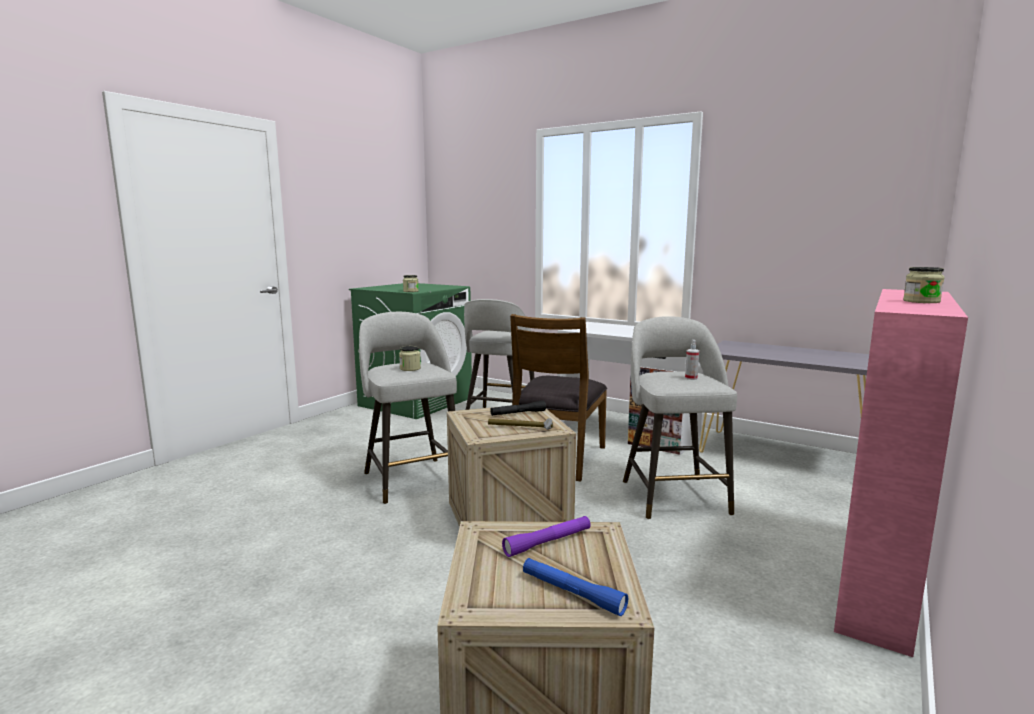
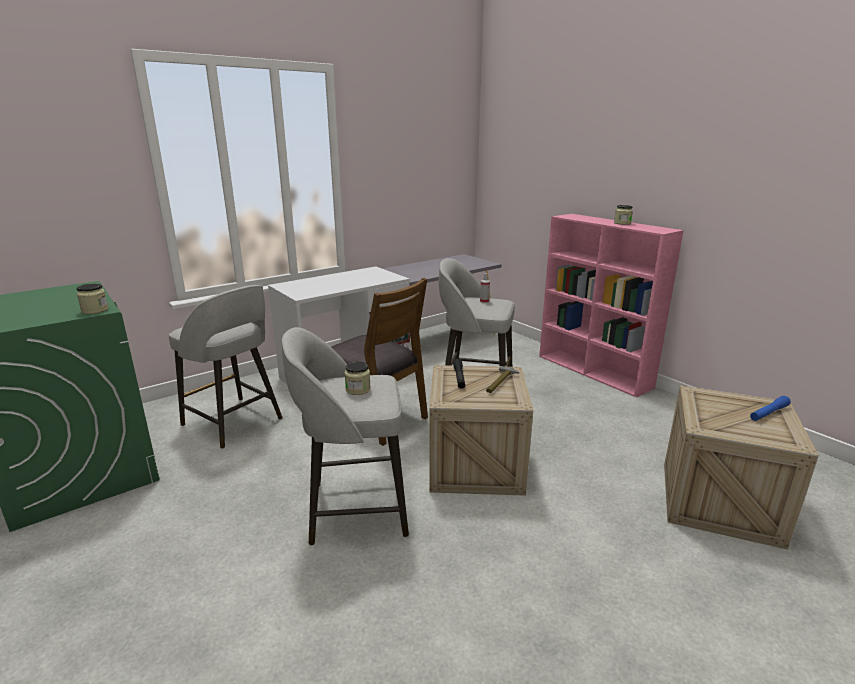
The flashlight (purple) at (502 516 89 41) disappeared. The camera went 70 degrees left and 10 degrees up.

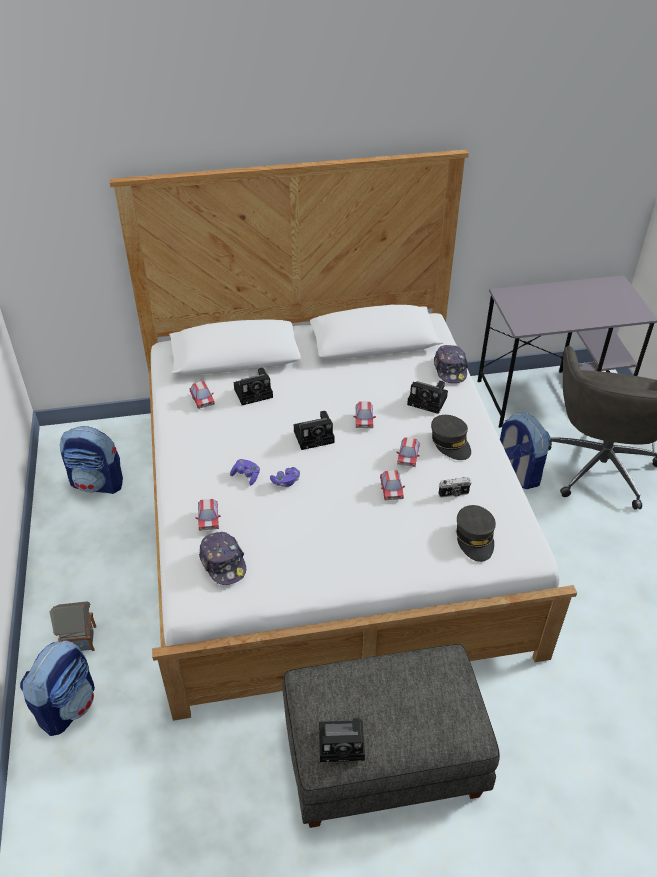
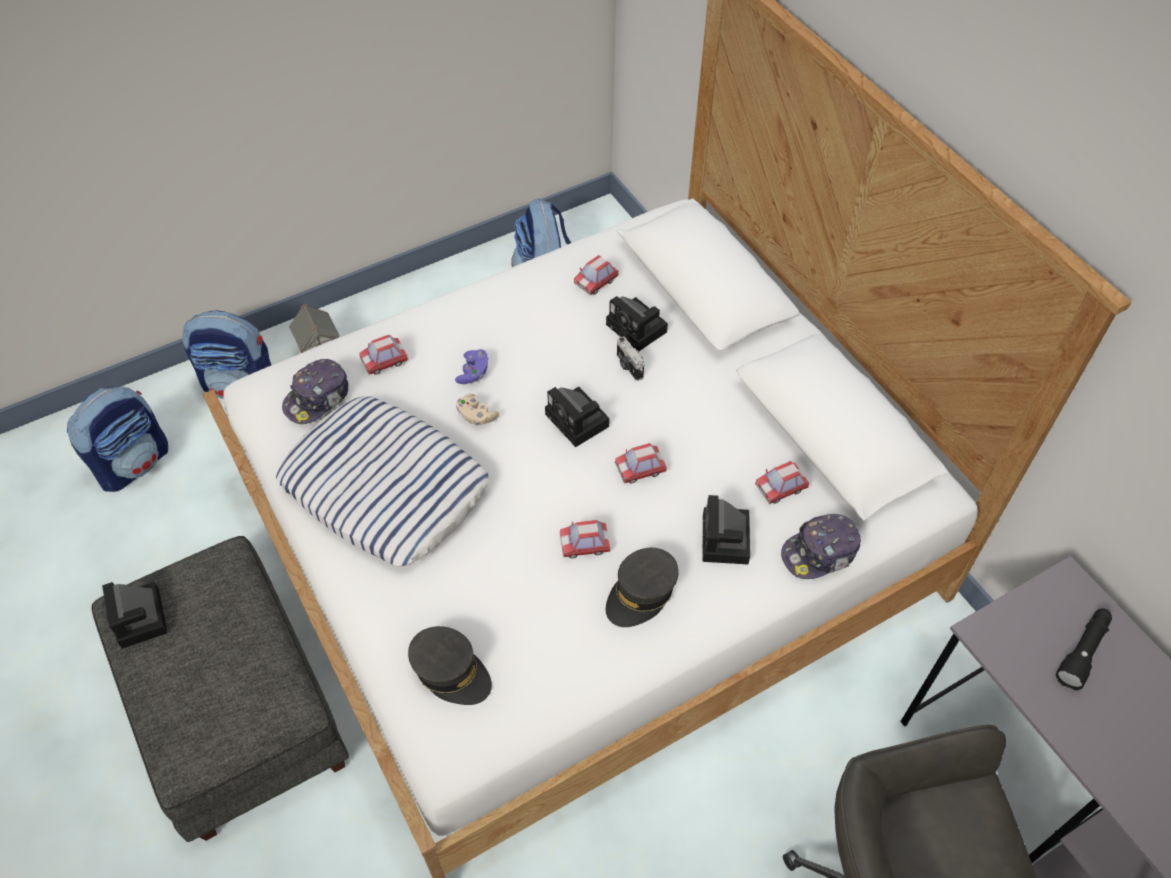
The backpack moved from (500 412 51 77) to (67 386 101 106). The pillow at (276 396 213 170) appeared. The cap (grey) at (456 505 40 57) turned 120 degrees counterclockwise. The game controller (purple) at (270 467 30 20) became the game controller (beige) at (456 394 43 31). The photo camera moved from (438 477 33 20) to (617 336 27 45). The toy car moved from (380 470 25 30) to (755 461 54 43). The flashlight (black) at (1056 608 56 82) appeared. The camera went 70 degrees right and 10 degrees up.

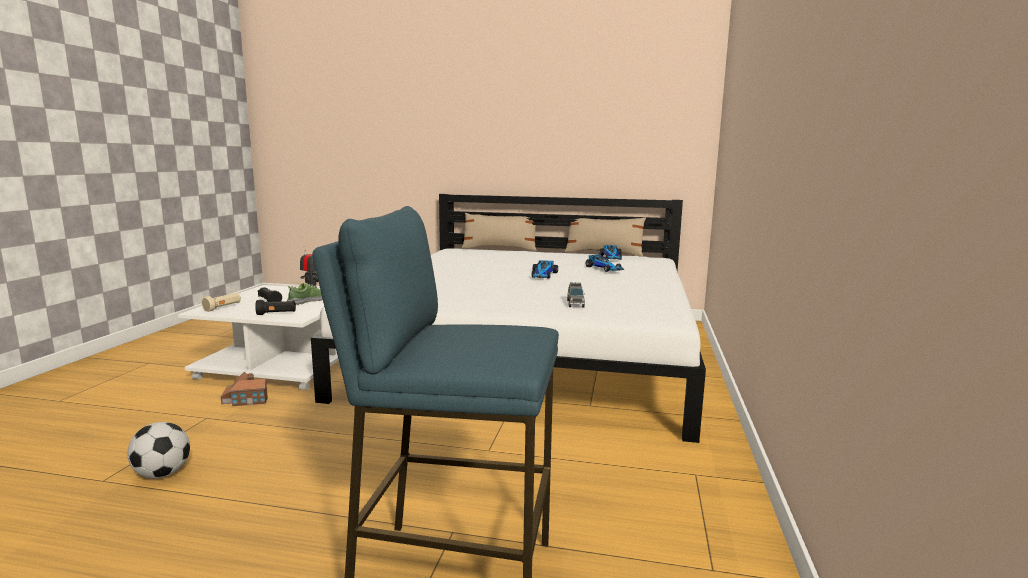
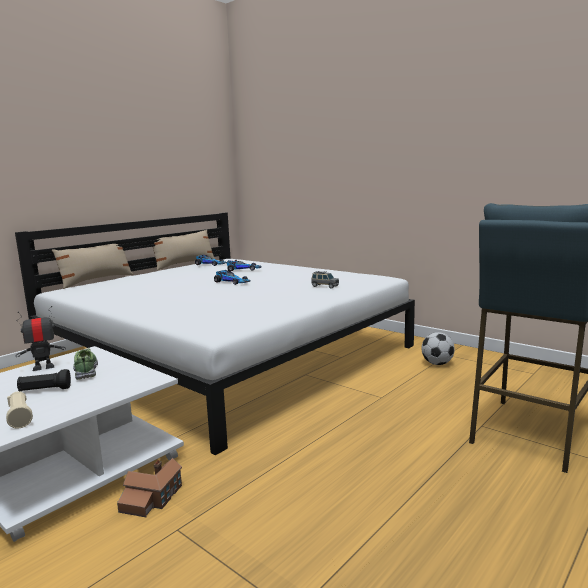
The football moved from (127 422 63 57) to (422 332 33 33). The flashlight (black) at (255 300 41 15) disappeared. The camera went 60 degrees left and 0 degrees up.

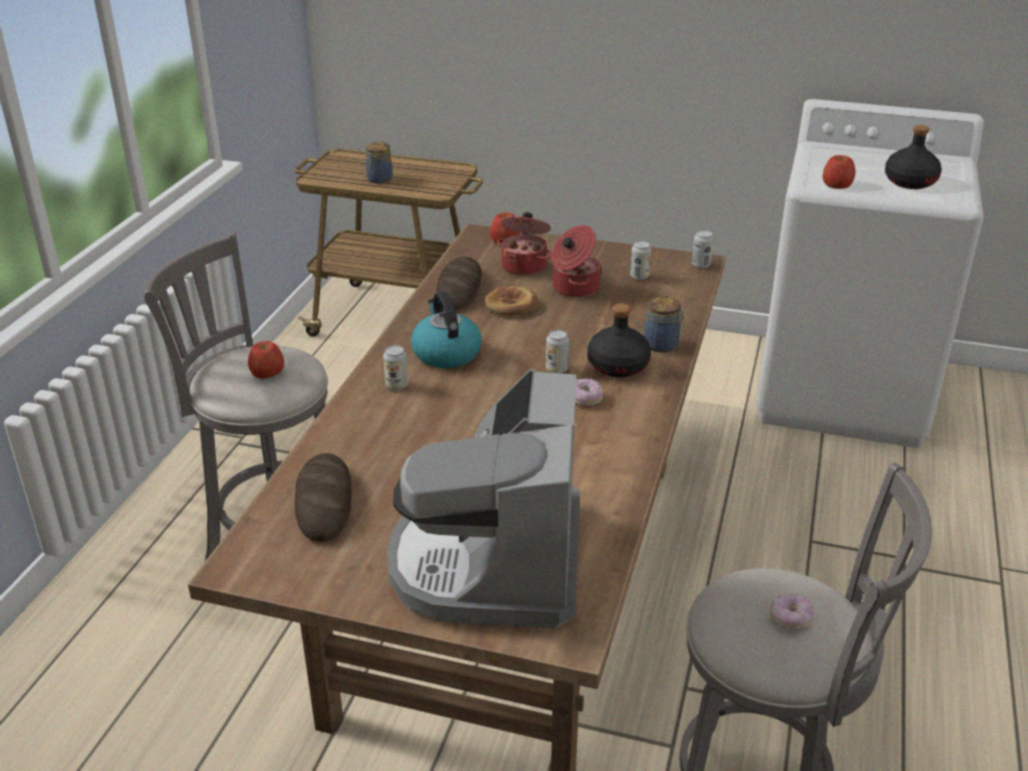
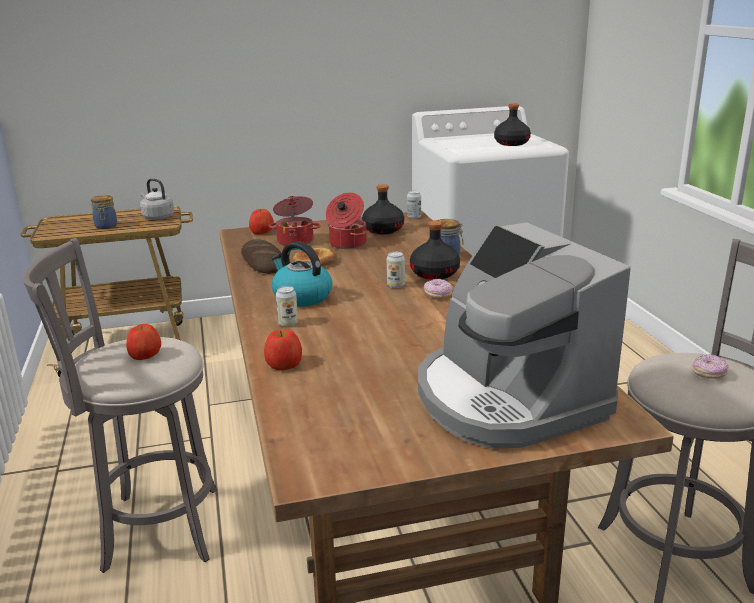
The kettle (grey) at (140 178 34 42) appeared. The apple moved from (823 155 33 34) to (264 329 38 41). The can at (630 241 21 39) was replaced by the bottle (black) at (362 184 42 50). The bread at (295 453 57 89) disappeared. The camera went 30 degrees left and 10 degrees down.

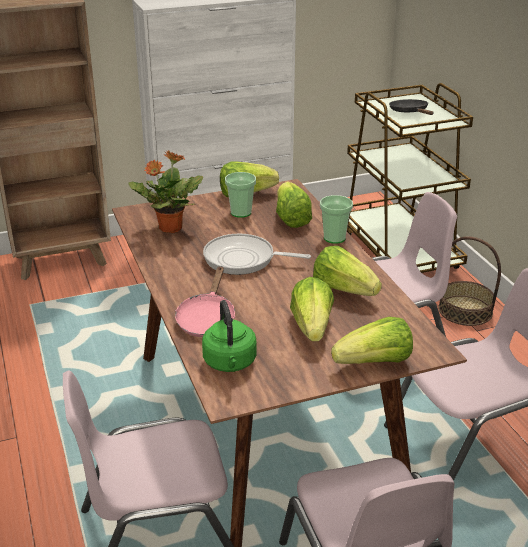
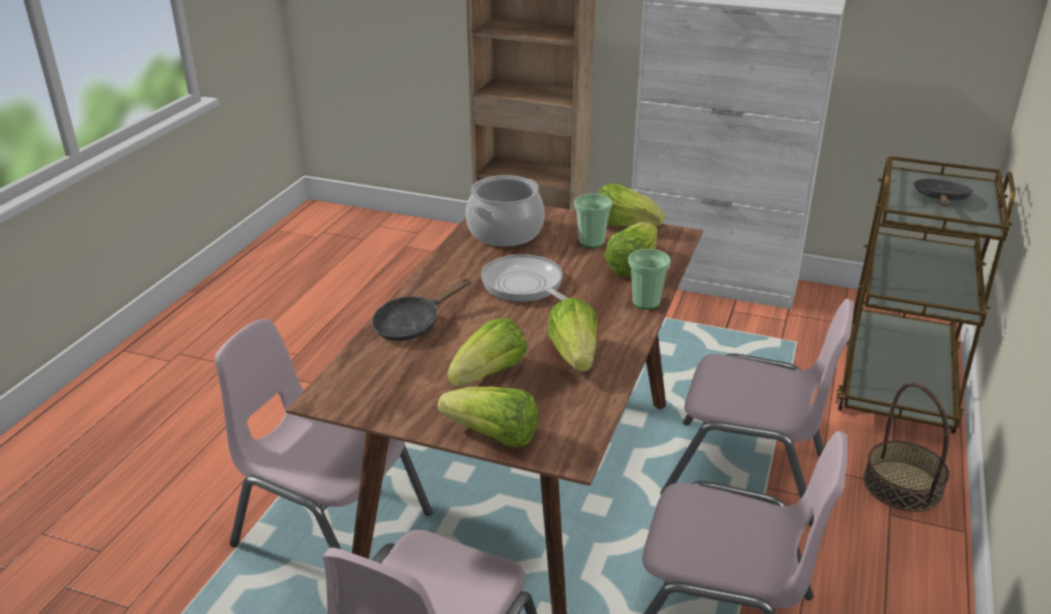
The frying pan (pink) at (175 266 61 71) became the frying pan (black) at (372 278 99 63). The potted plant at (128 150 75 83) was replaced by the cooking pot at (466 175 79 71). The kettle (green) at (202 300 55 72) disappeared. The camera went 40 degrees right and 0 degrees up.

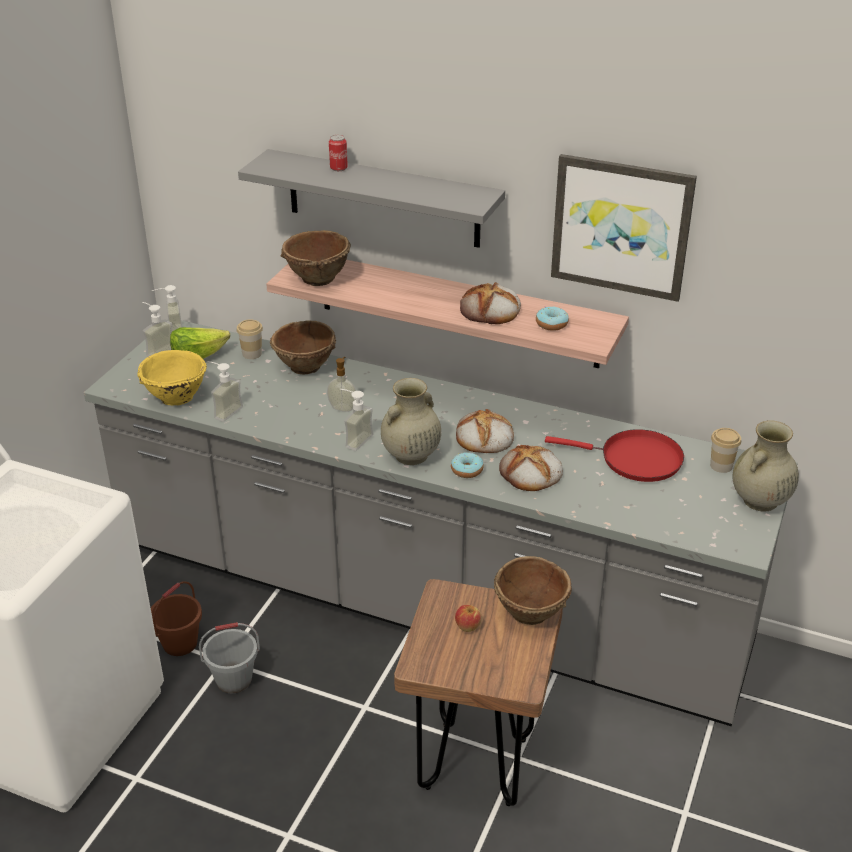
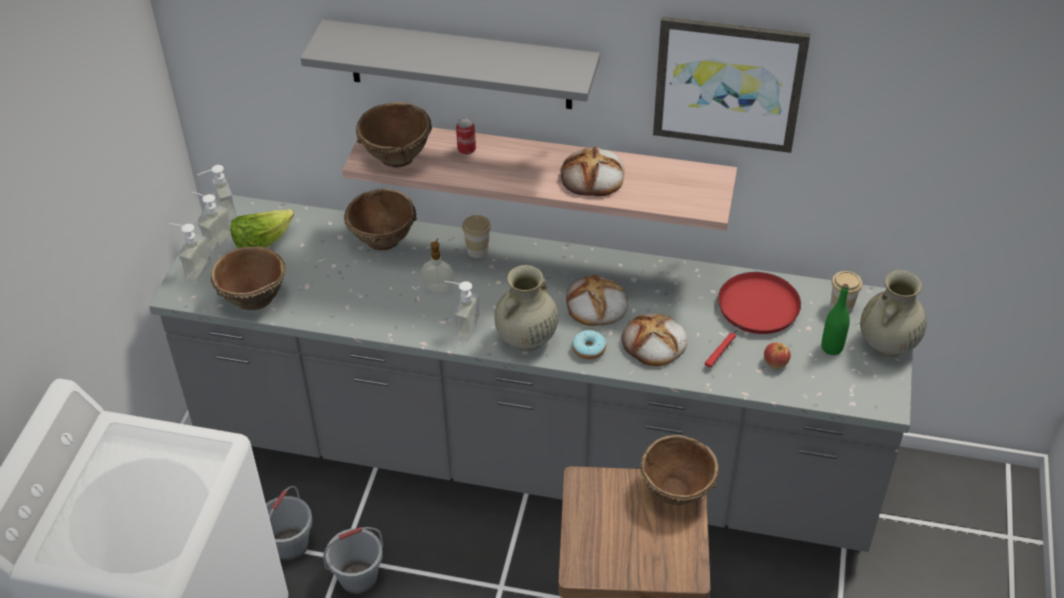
The soap dispenser moved from (207 361 36 61) to (169 223 43 59). The bowl (yellow) at (137 350 70 56) became the bowl (brown) at (211 246 75 64). The bucket (brown) at (151 581 51 75) became the bucket (grey) at (266 486 47 75). The can moved from (329 135 19 36) to (456 118 20 37). The cup moved from (237 319 26 40) to (462 215 29 43). The frying pan (red) at (545 429 139 53) turned 60 degrees counterclockwise. The apple moved from (455 605 27 27) to (764 342 27 27). The bottle (green) at (821 284 29 71) appeared. The donut at (536 306 33 25) disappeared. The camera went 10 degrees left and 10 degrees up.

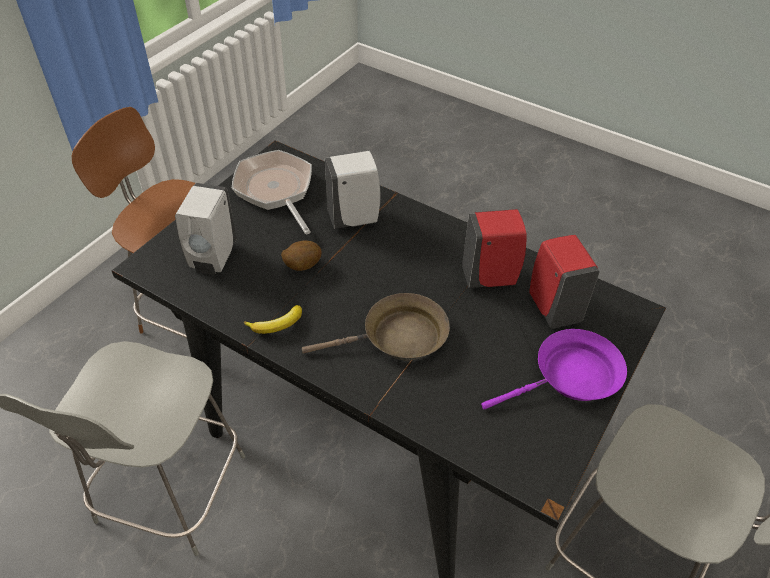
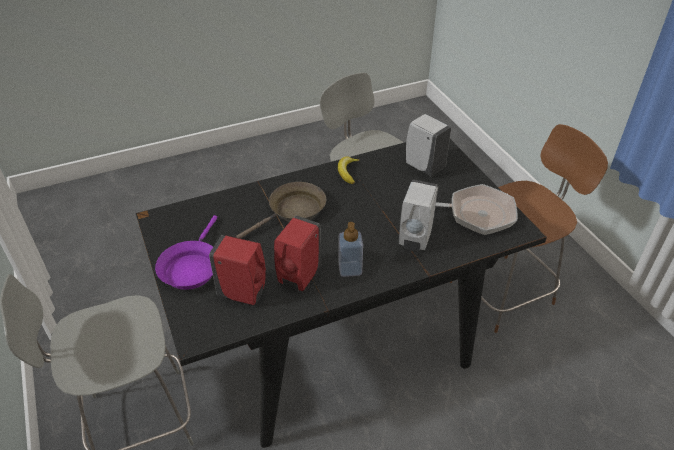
The frying pan (brown) at (302 293 148 67) turned 150 degrees counterclockwise. The soap dispenser at (339 222 24 55) appeared. The potato at (281 240 40 31) disappeared. The camera went 125 degrees right and 5 degrees down.

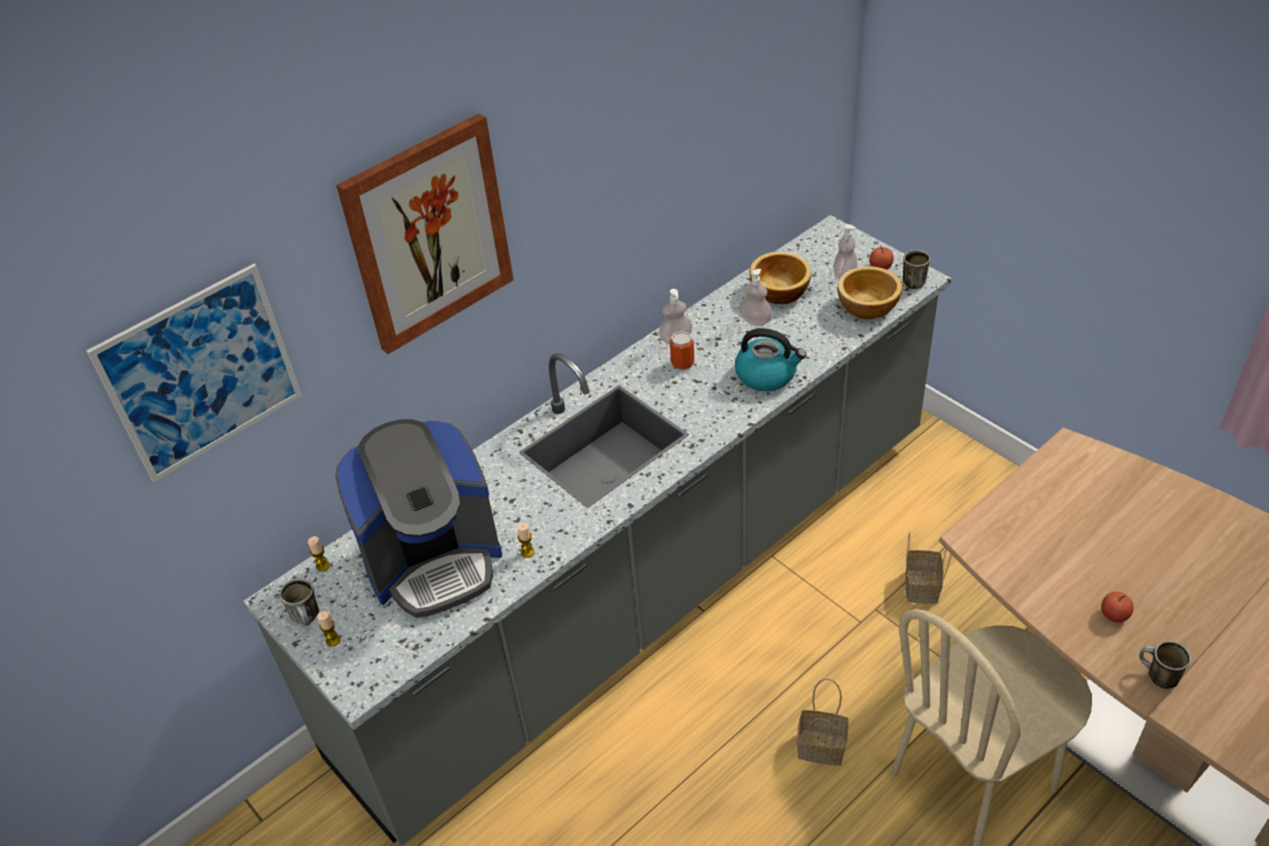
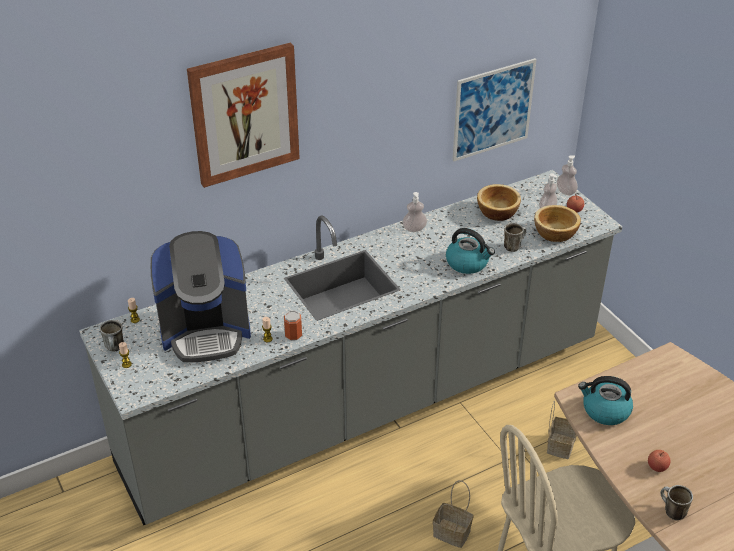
The can moved from (670 331 24 40) to (284 310 18 31). The picture moved from (86 264 216 218) to (452 58 85 104). The mug moved from (903 250 27 39) to (504 223 22 29). The soap dispenser moved from (739 269 33 57) to (557 155 21 40). The kettle at (578 376 55 49) appeared. The camera went 10 degrees right and 5 degrees down.

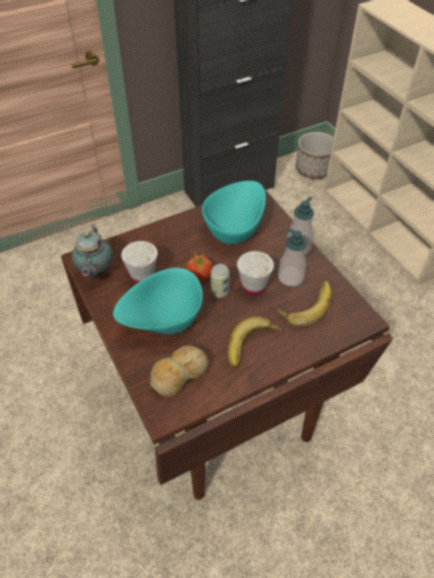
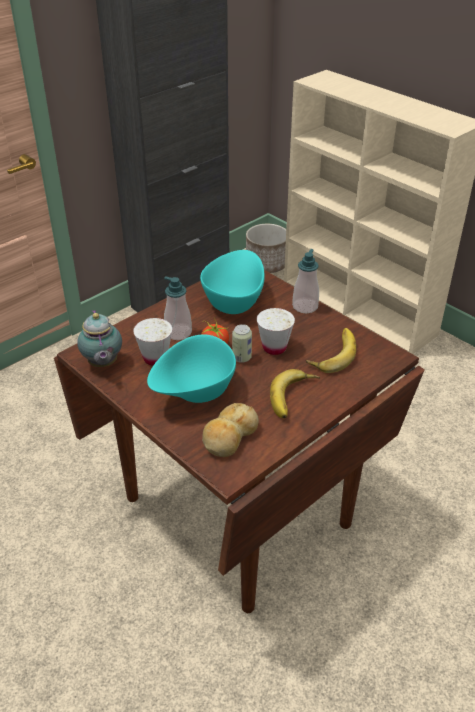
The soap dispenser moved from (278 228 29 58) to (164 276 28 64). The camera went 15 degrees left and 10 degrees down.

